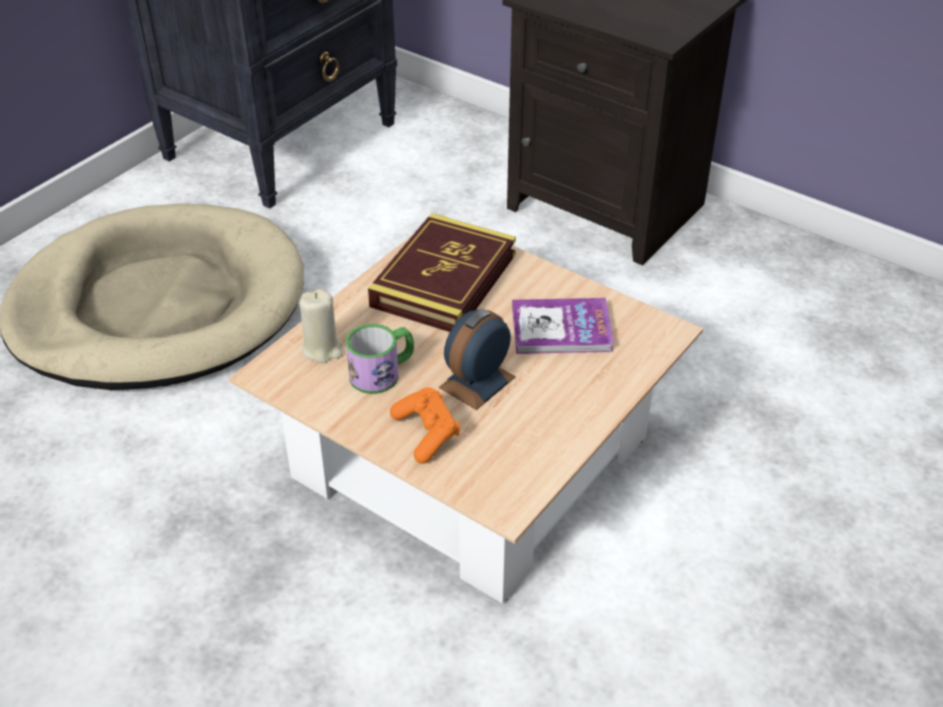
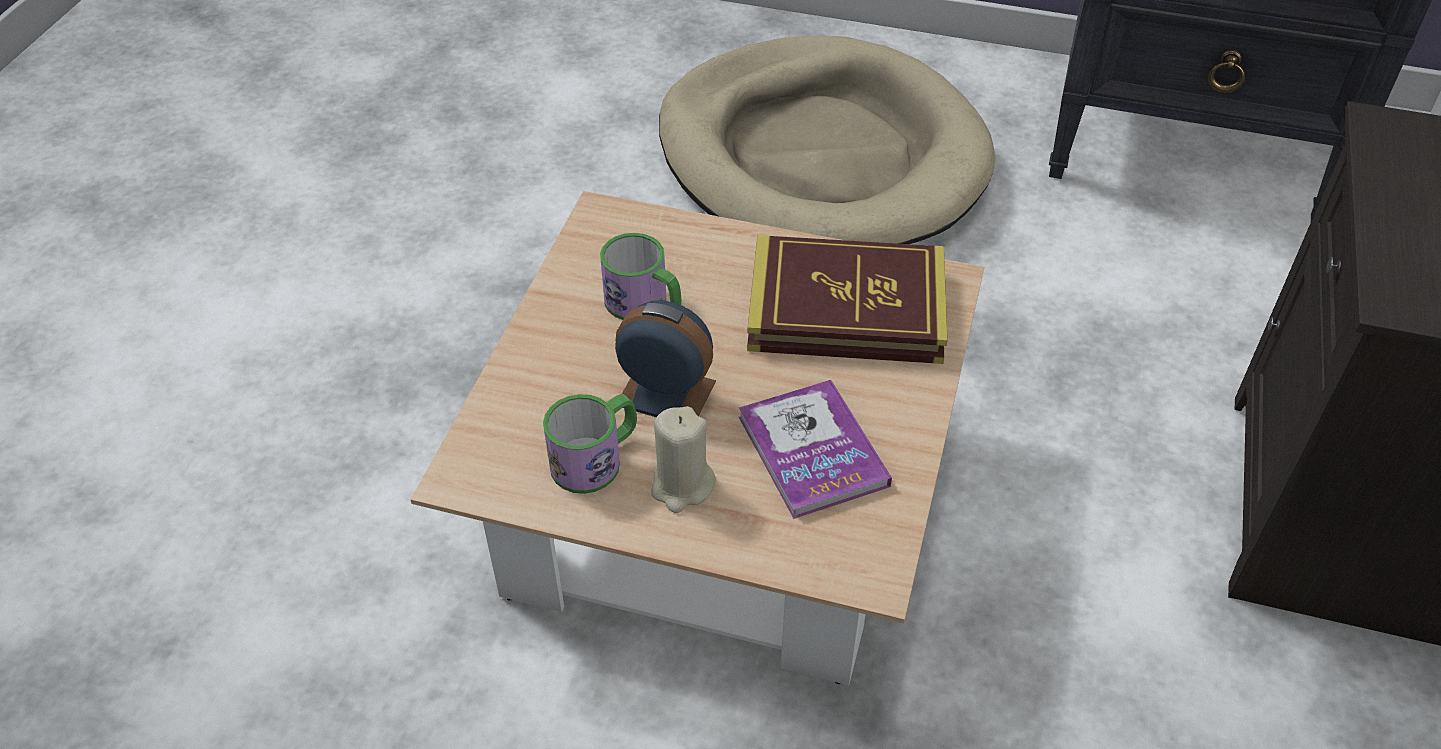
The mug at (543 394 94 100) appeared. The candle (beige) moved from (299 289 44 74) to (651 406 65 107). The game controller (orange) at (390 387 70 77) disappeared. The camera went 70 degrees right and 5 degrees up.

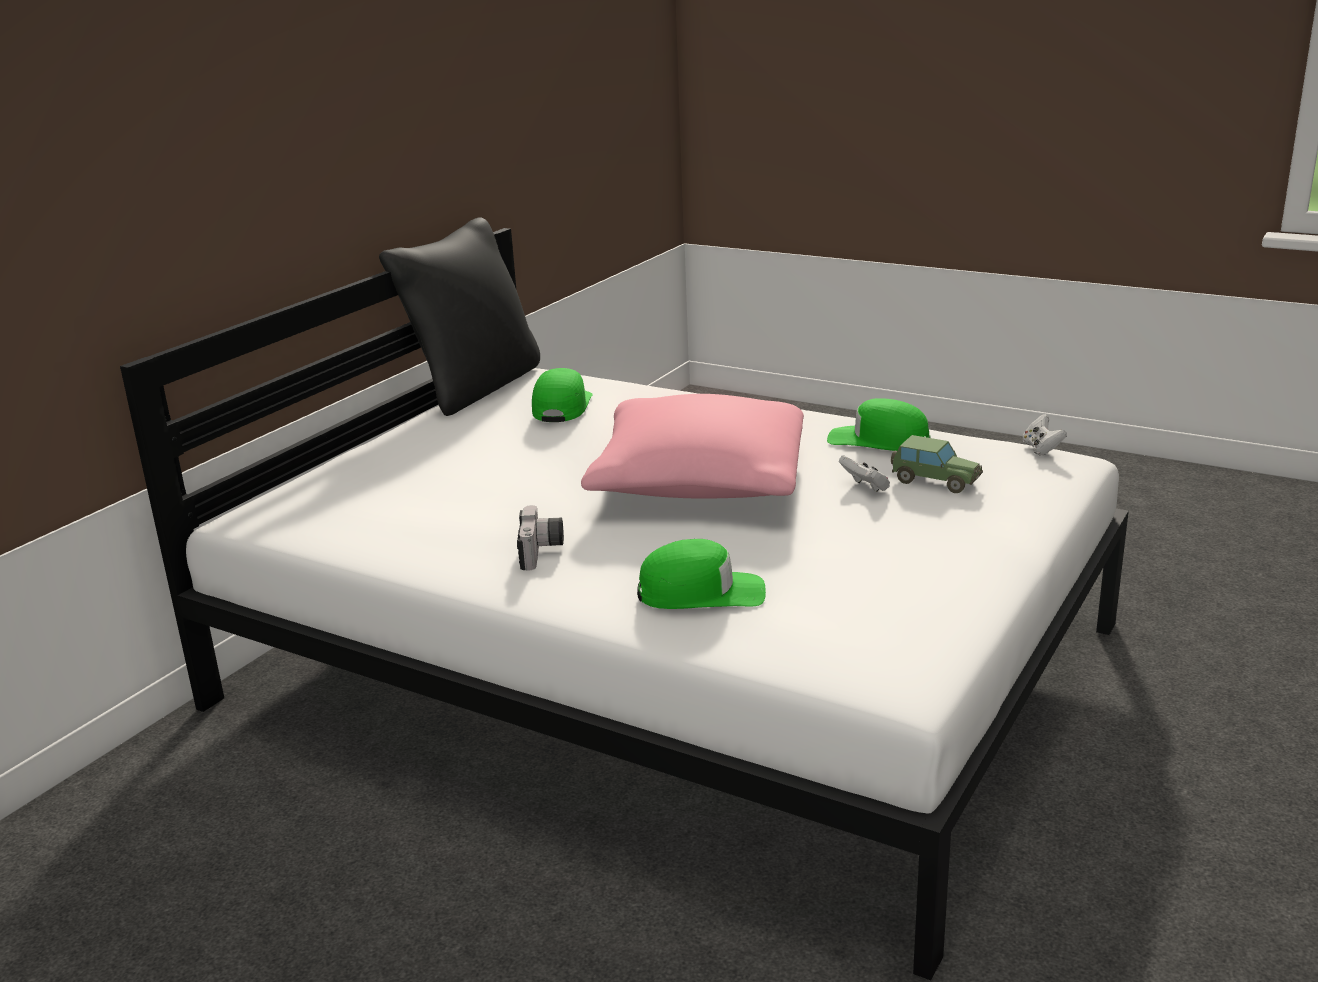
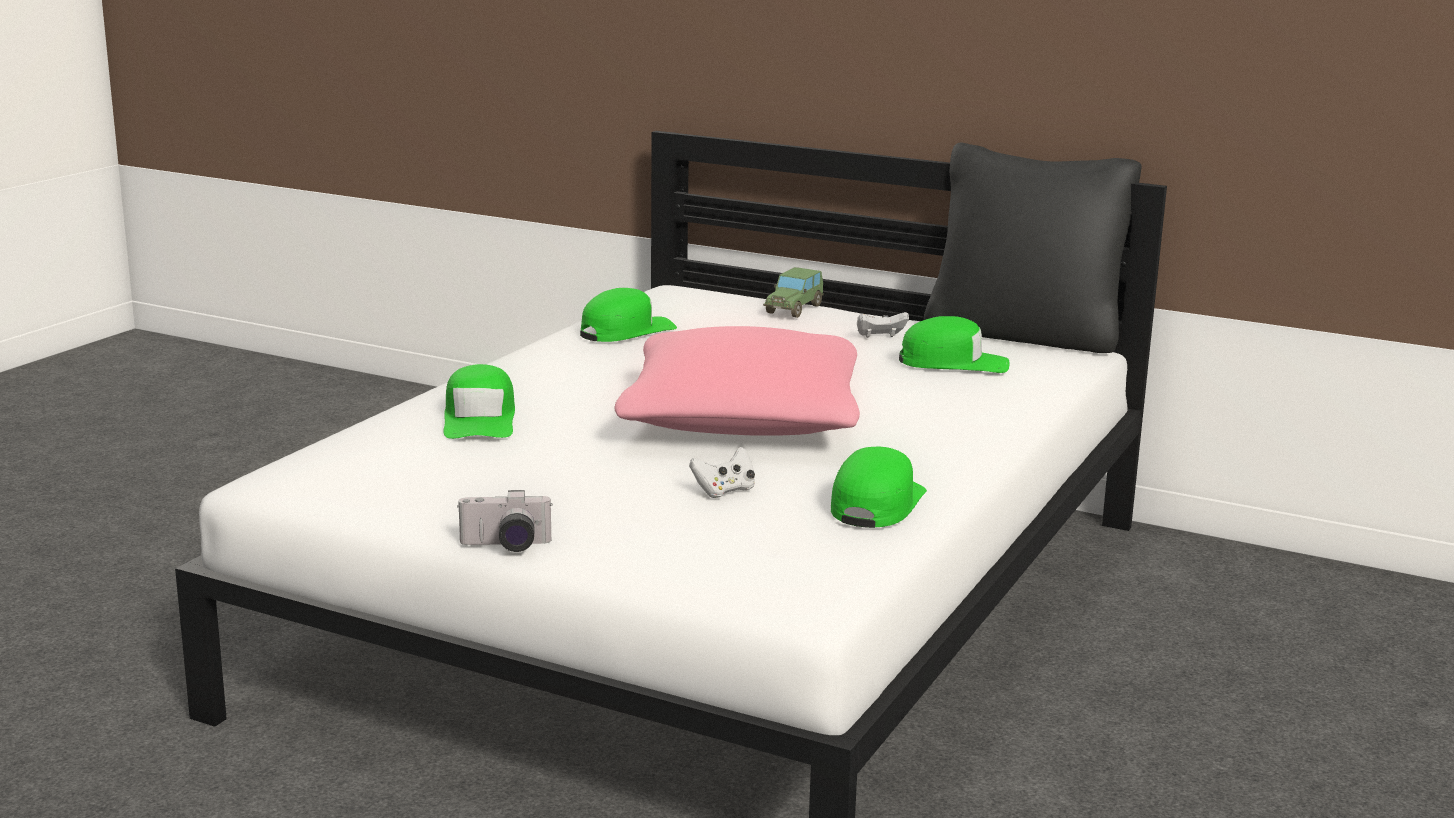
The photo camera moved from (517 505 47 65) to (457 490 96 62). The cap (green) at (580 288 97 54) appeared. The toy car moved from (891 435 92 58) to (763 267 61 51). The game controller (white) moved from (1022 414 45 42) to (857 312 52 26). The camera went 85 degrees right and 5 degrees down.

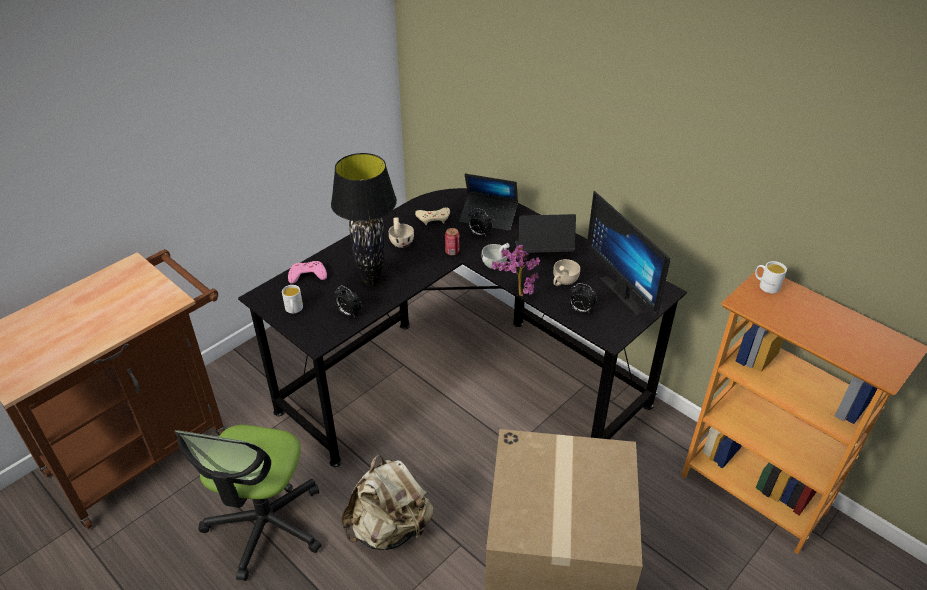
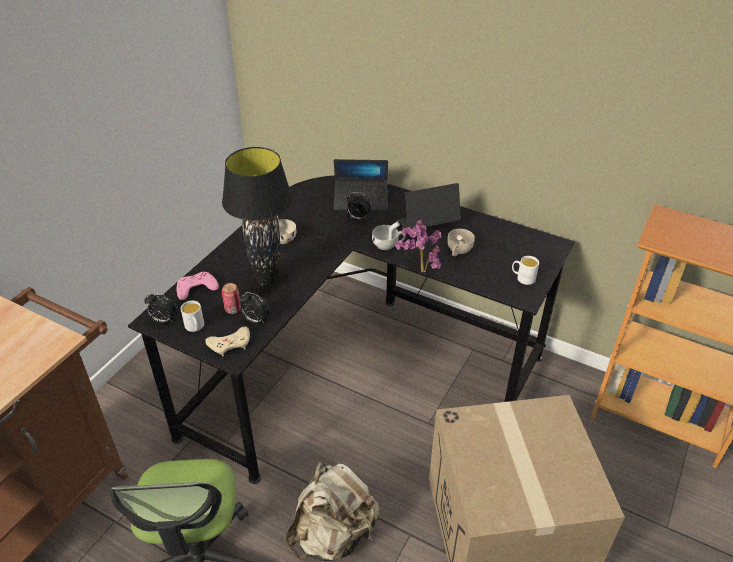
The alarm clock moved from (570 283 27 31) to (144 293 33 30). The game controller (beige) moved from (415 208 35 17) to (205 326 45 30). The can moved from (445 228 14 27) to (222 283 19 31). The mug (white) moved from (755 261 32 33) to (512 256 27 29). The monitor at (587 191 84 125) disappeared. The camera went 15 degrees left and 0 degrees up.

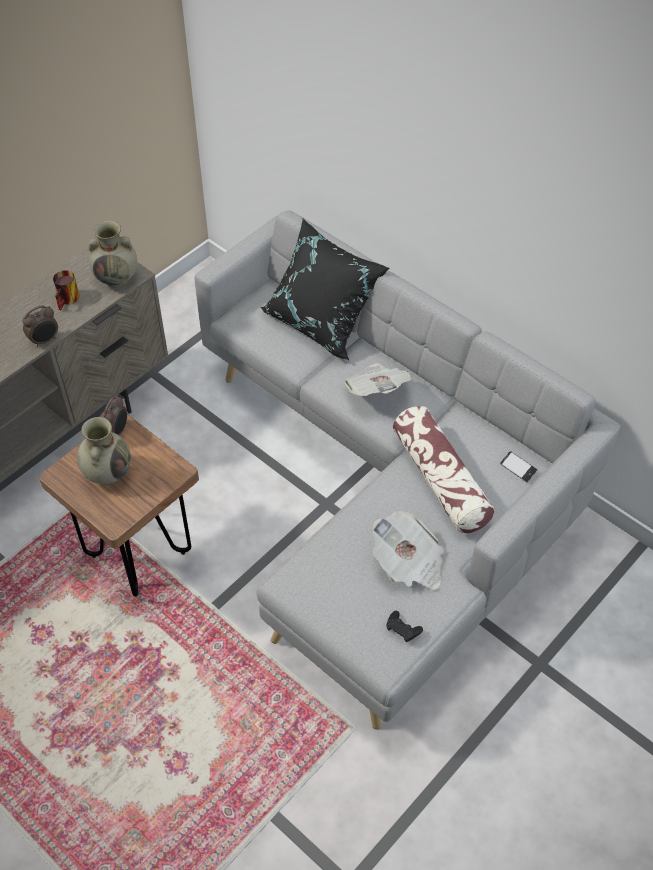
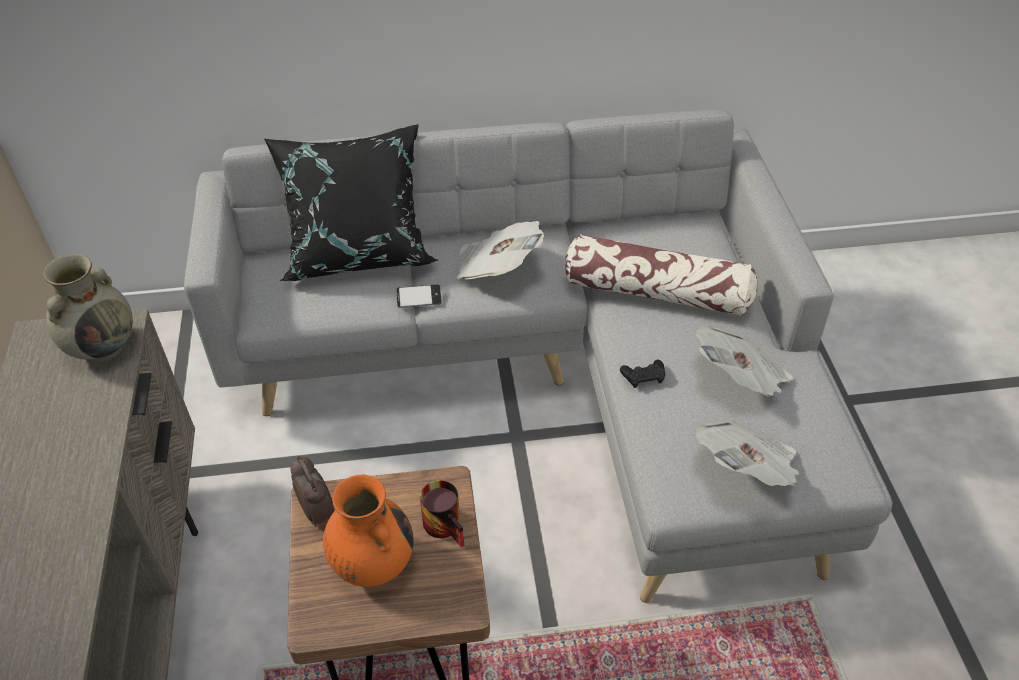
The vase (beige) at (77 417 54 68) became the vase (orange) at (323 474 91 113). The phone moved from (500 451 37 31) to (396 284 46 24). The mug moved from (53 270 26 40) to (420 480 44 67). The game controller (black) moved from (386 611 37 31) to (620 360 45 28). The newspaper at (696 421 103 65) appeared. The alarm clock at (23 305 35 42) disappeared. The camera went 50 degrees left and 5 degrees down.

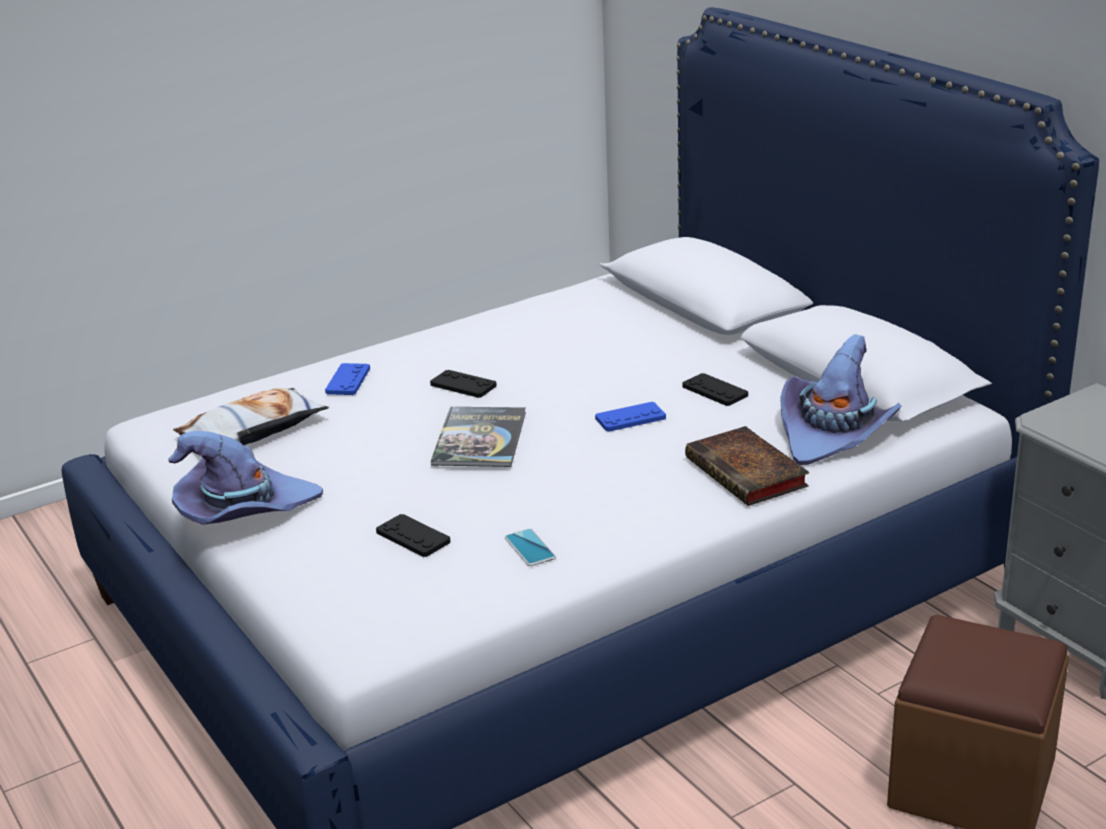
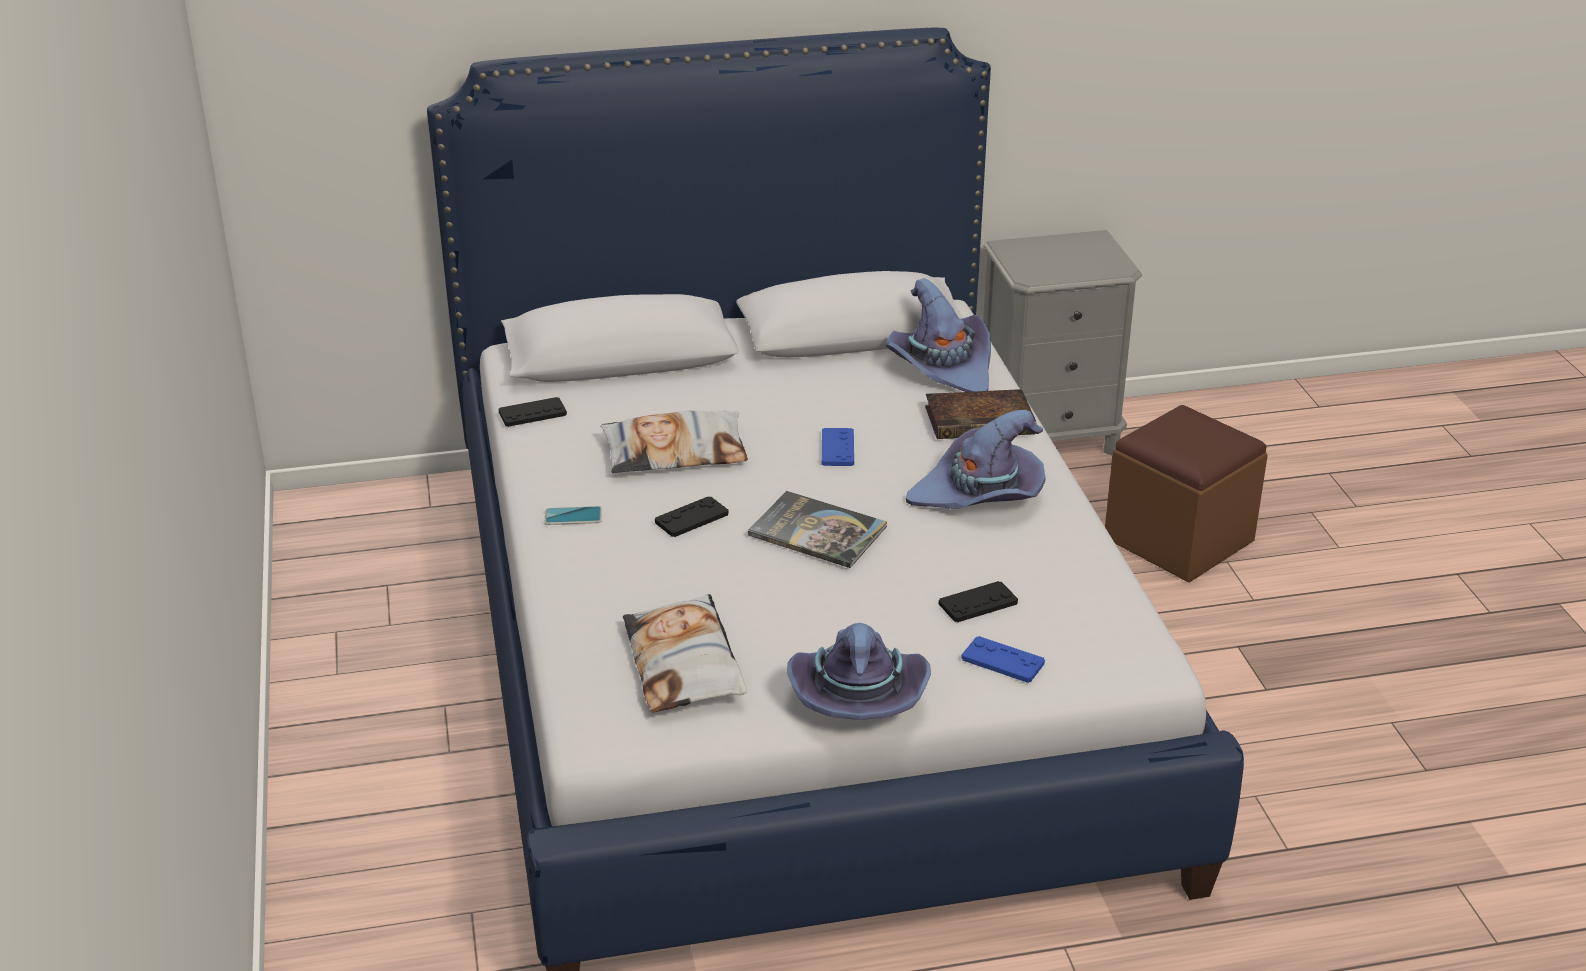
The game controller (black) moved from (683 373 65 33) to (499 397 68 30). The phone moved from (505 529 51 37) to (544 506 58 19). The pillow at (600 411 148 63) appeared. The hat (purple) at (906 410 139 99) appeared. The game controller (blue) moved from (325 363 45 32) to (961 636 84 47). The camera went 70 degrees left and 5 degrees up.

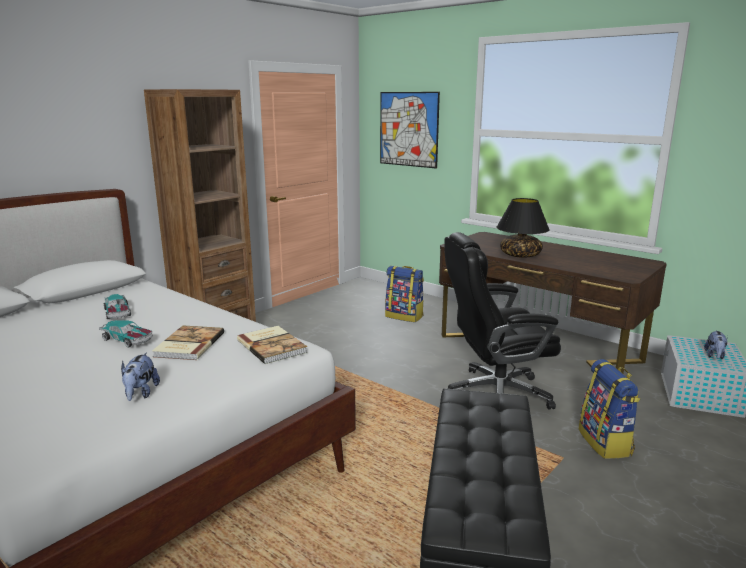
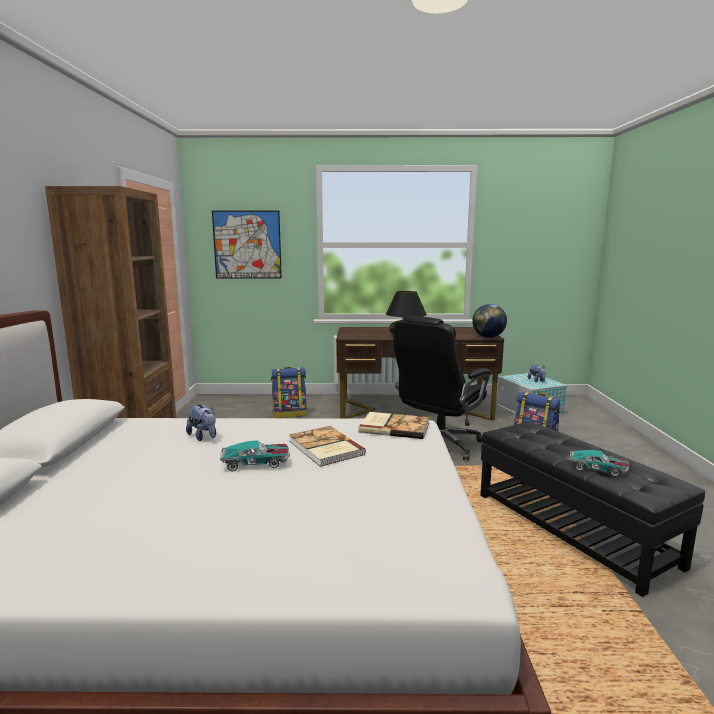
The plush toy moved from (121 353 39 48) to (186 404 30 37). The globe at (472 304 35 34) appeared. The toy car moved from (104 294 27 25) to (570 450 59 26). The camera went 40 degrees left and 5 degrees down.

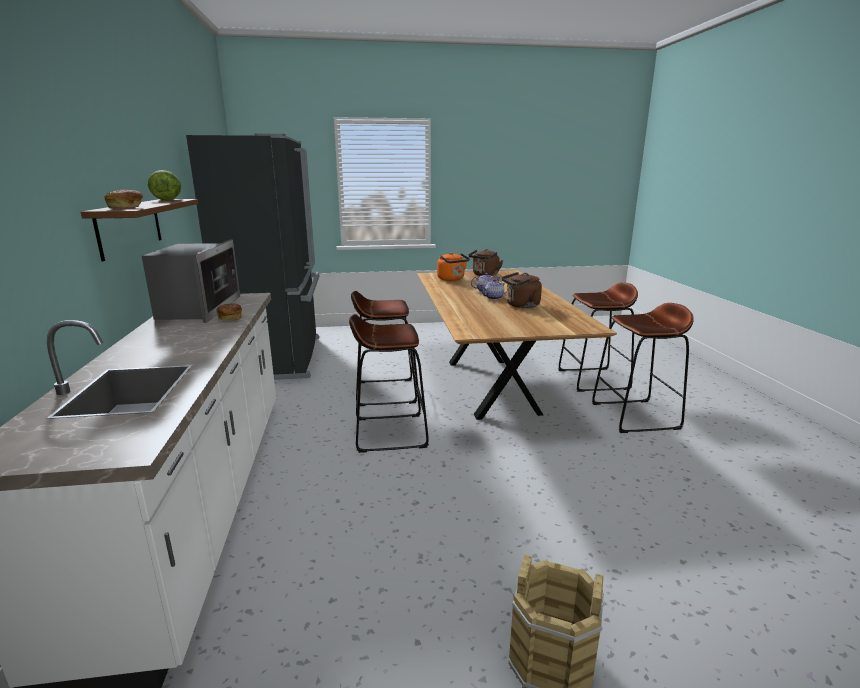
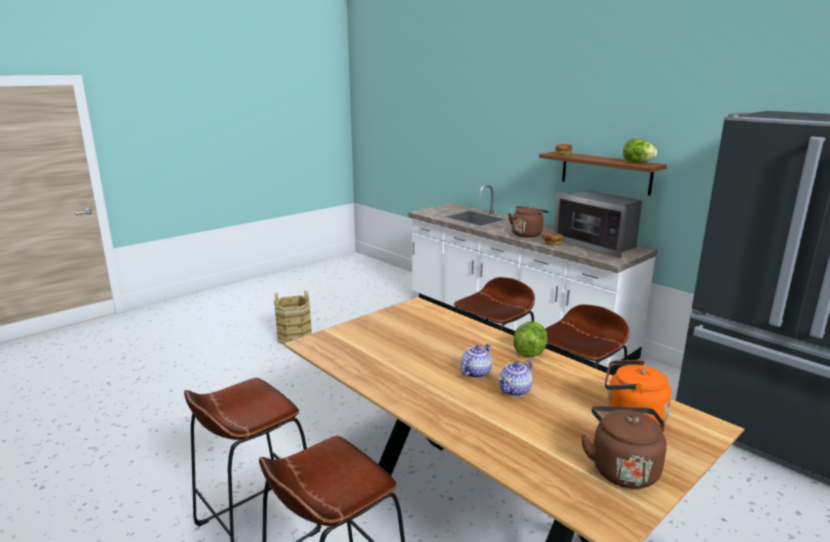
The kettle (brown) moved from (501 272 41 36) to (508 206 40 32). The lettuce at (514 321 34 36) appeared. The camera went 145 degrees right and 0 degrees up.

